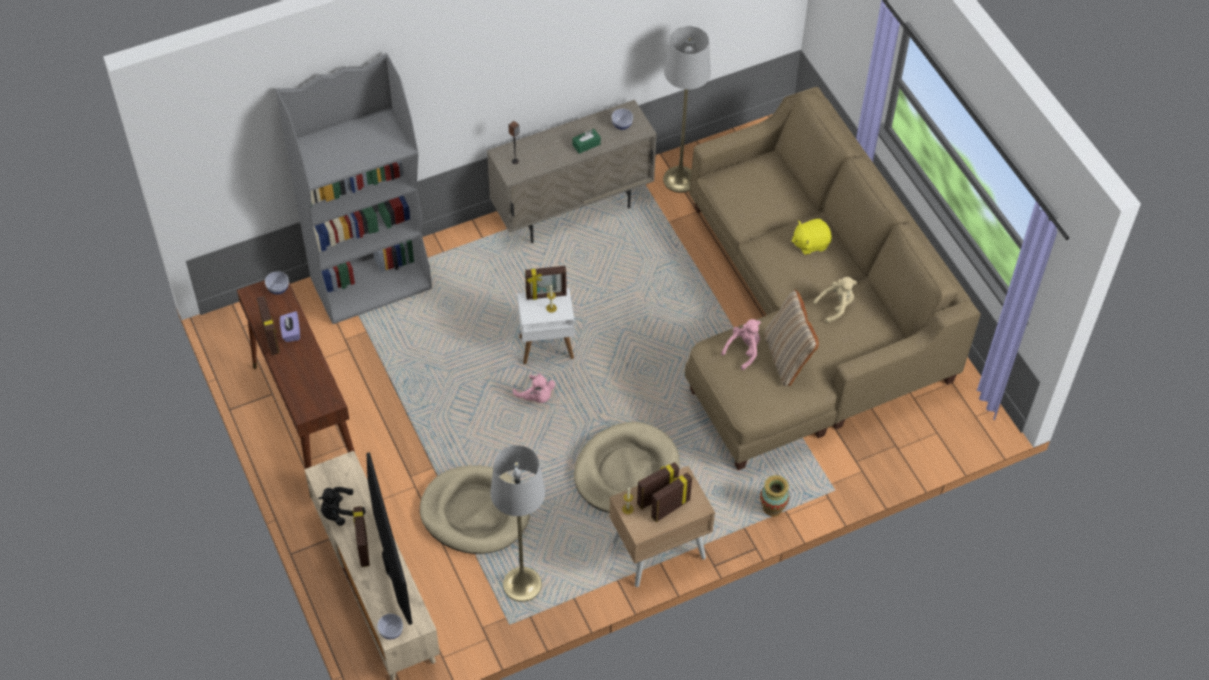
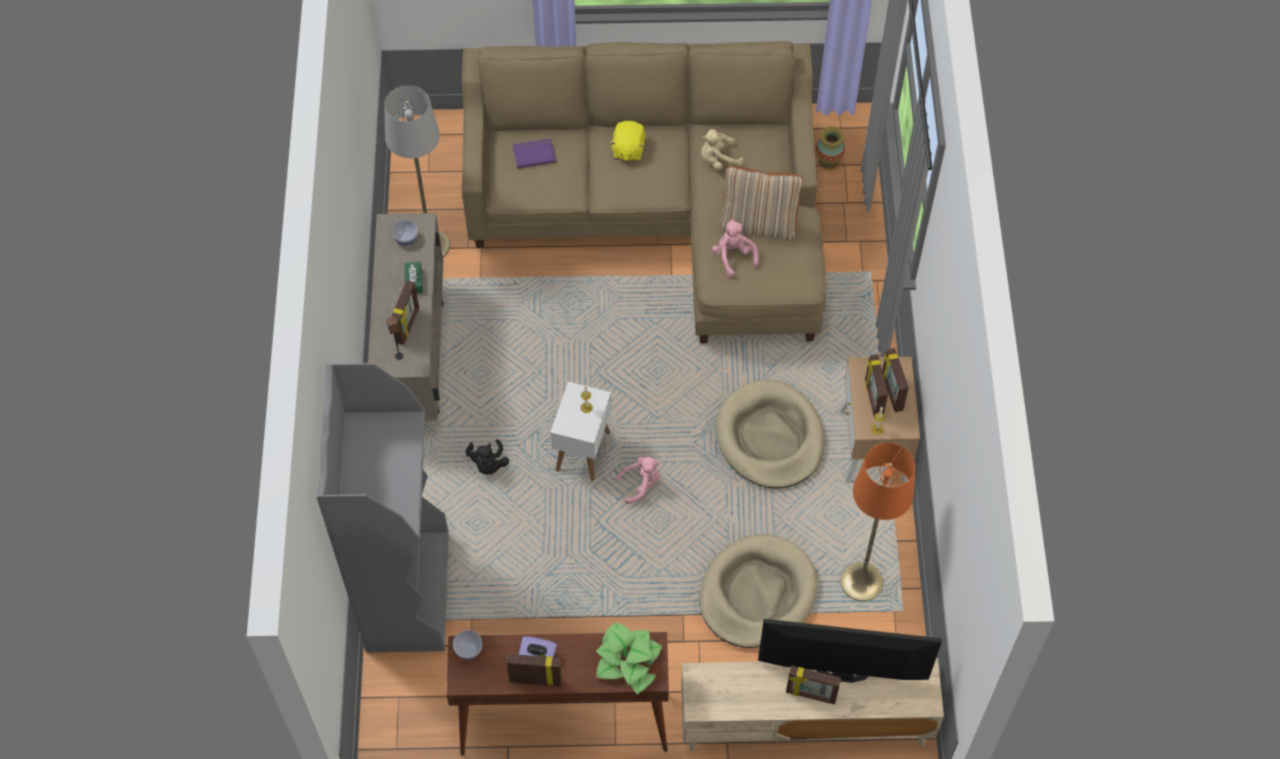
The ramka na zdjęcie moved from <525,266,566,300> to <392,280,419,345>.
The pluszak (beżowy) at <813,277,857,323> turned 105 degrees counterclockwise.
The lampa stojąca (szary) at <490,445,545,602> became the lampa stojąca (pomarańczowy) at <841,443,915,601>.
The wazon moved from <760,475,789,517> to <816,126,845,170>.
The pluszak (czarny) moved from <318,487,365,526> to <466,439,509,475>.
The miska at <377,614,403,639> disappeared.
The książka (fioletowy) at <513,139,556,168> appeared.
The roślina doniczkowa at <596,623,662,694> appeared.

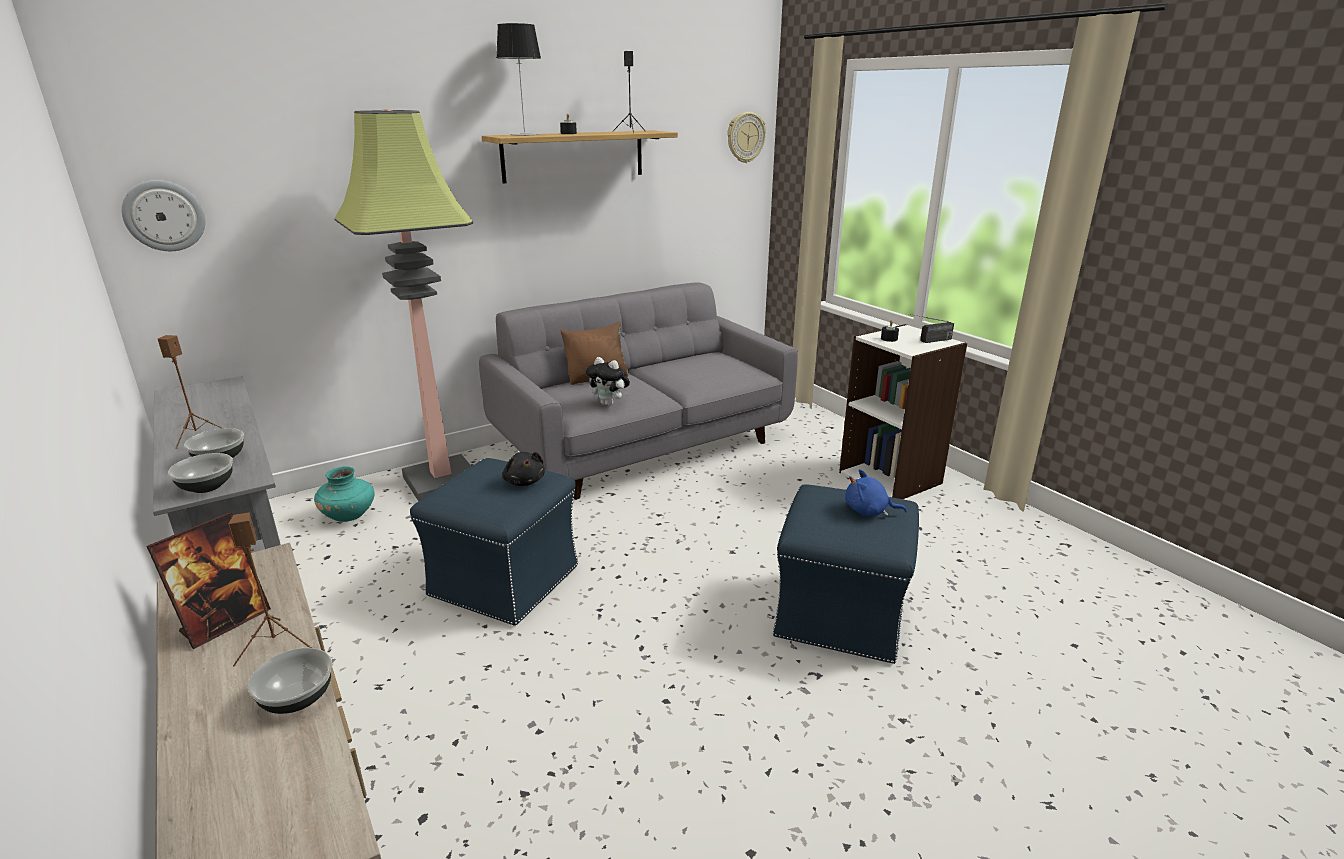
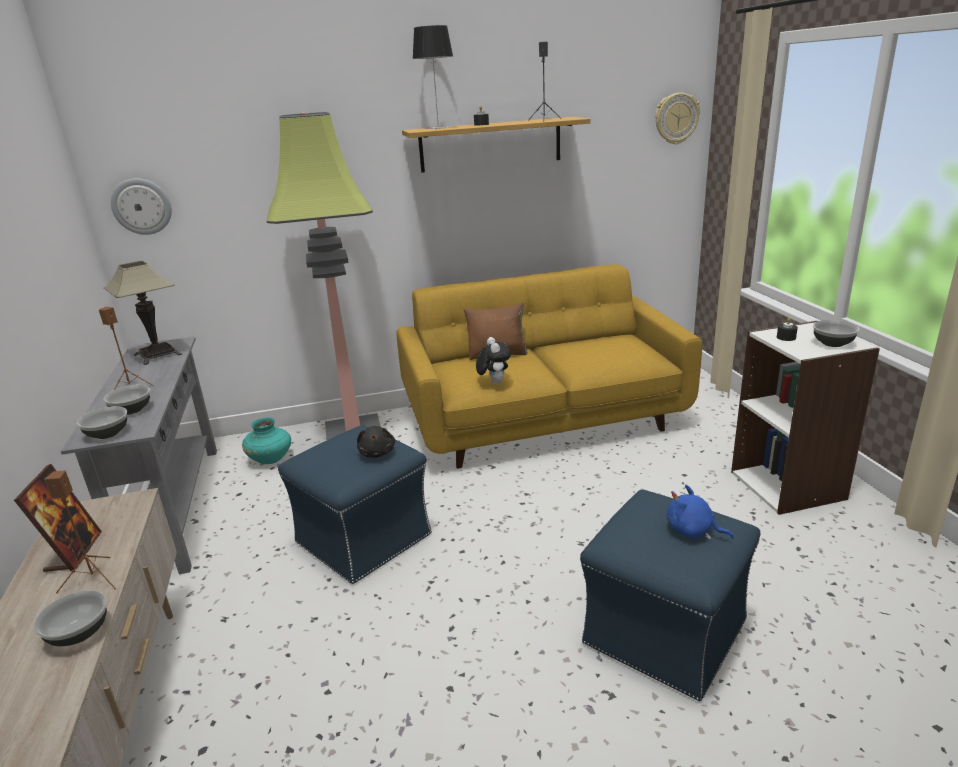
The kanapa (szary) at <479,283,798,500> became the kanapa (żółty) at <396,264,702,469>.
The radio at <910,314,954,343> was replaced by the miska at <813,320,860,347>.
The pluszak at <586,357,630,406> turned 150 degrees counterclockwise.
The ramka na zdjęcie at <147,513,271,649> turned 60 degrees counterclockwise.
The lampa stołowa at <104,261,182,365> appeared.

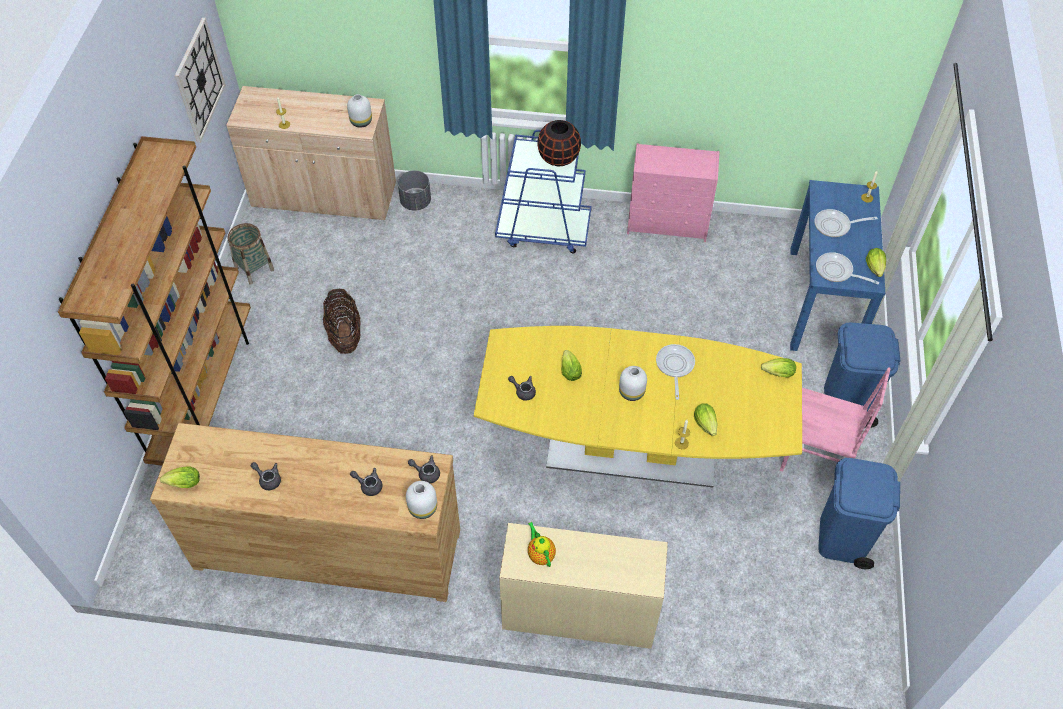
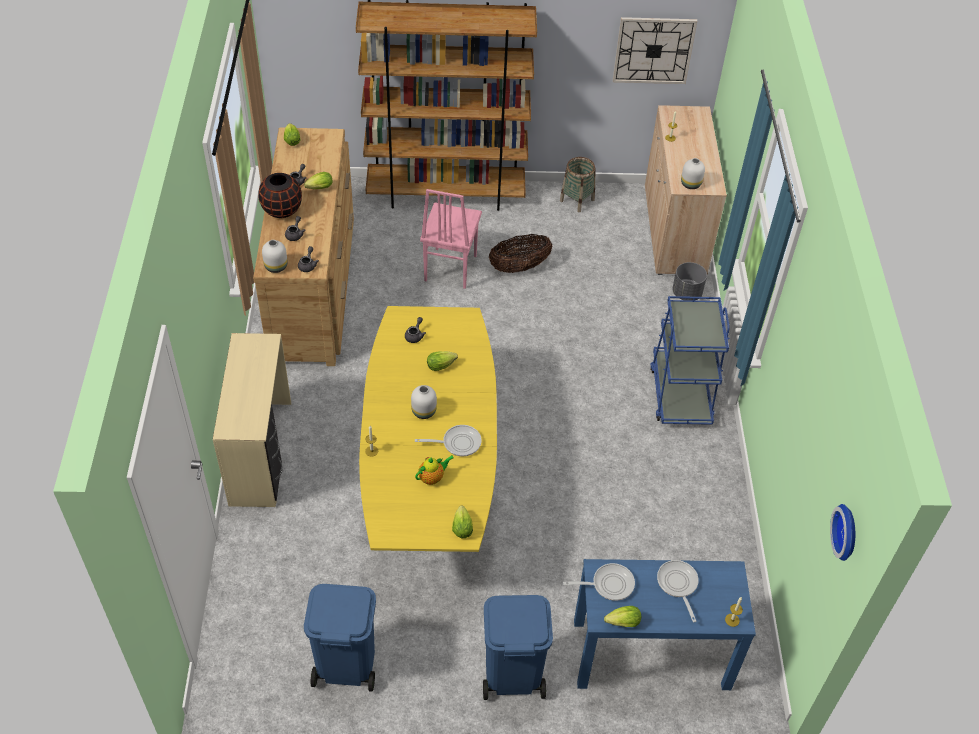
The wazon (czarny) moved from <537,120,581,166> to <258,173,302,218>.
The komoda (różowy) at <627,143,719,242> disappeared.
The patelnia at <816,252,879,284> turned 60 degrees clockwise.
The krzesło (różowy) moved from <780,367,891,472> to <420,189,482,289>.
The sałata moved from <694,403,718,436> to <304,172,333,189>.
The imbryk moved from <528,522,556,567> to <415,455,454,485>.
The zegar ścienny at <830,504,855,561> appeared.

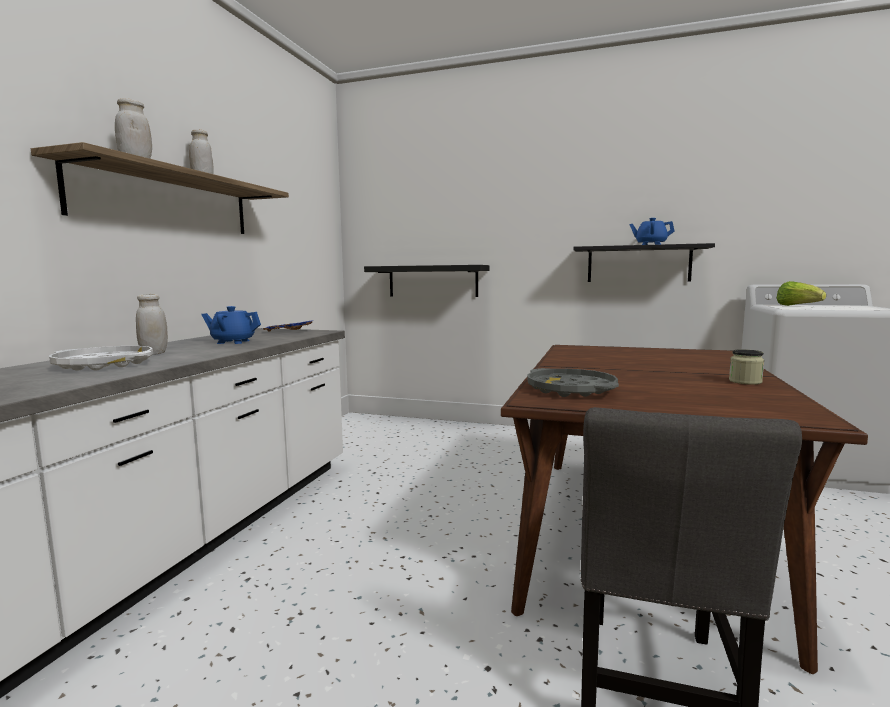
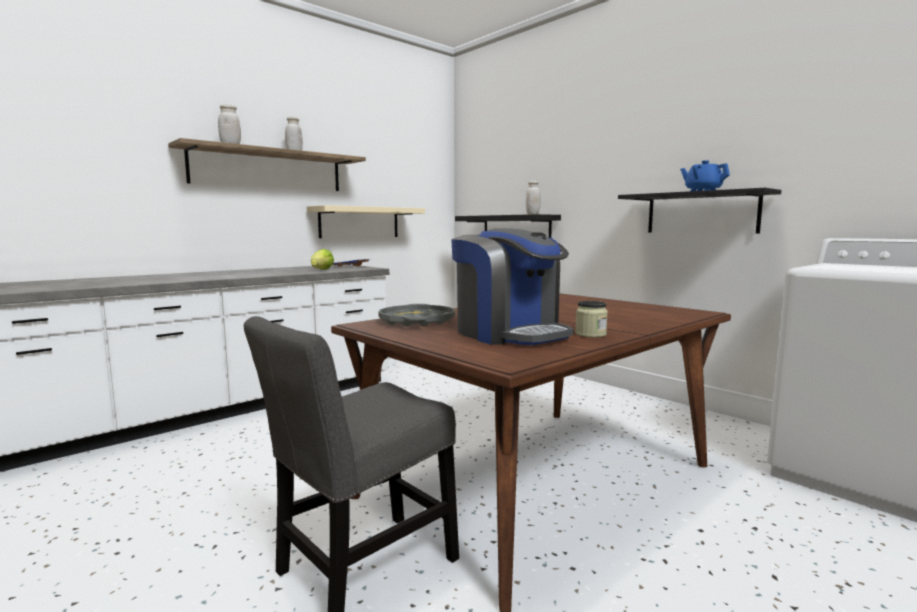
The sałata moved from <777,281,826,306> to <311,249,334,270>.
The słoik (biały) moved from <136,294,168,355> to <526,181,541,214>.
The imbryk (niebieski) at <201,306,261,344> disappeared.
The taca (biały) at <49,346,153,371> disappeared.
The półka (beżowy) at <307,205,425,238> appeared.
The ekspres do kawy at <451,228,574,345> appeared.

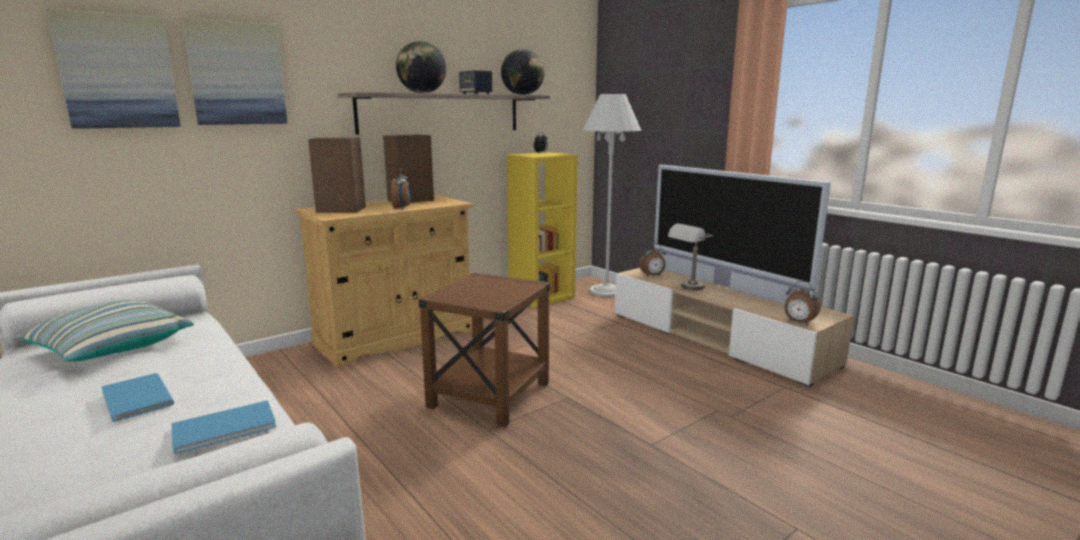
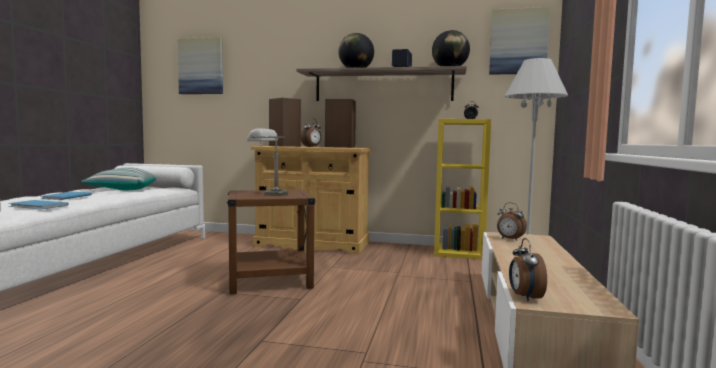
The obraz moved from <182,17,288,125> to <489,7,550,75>.
The telewizor at <654,165,831,305> disappeared.
The lampa stołowa (szary) moved from <668,224,713,290> to <247,128,288,196>.

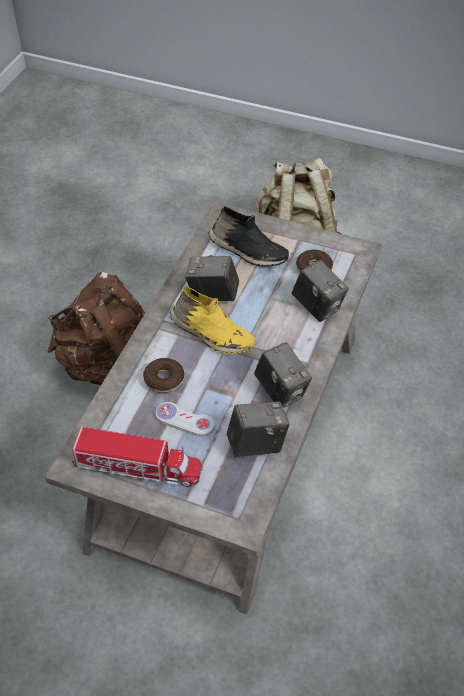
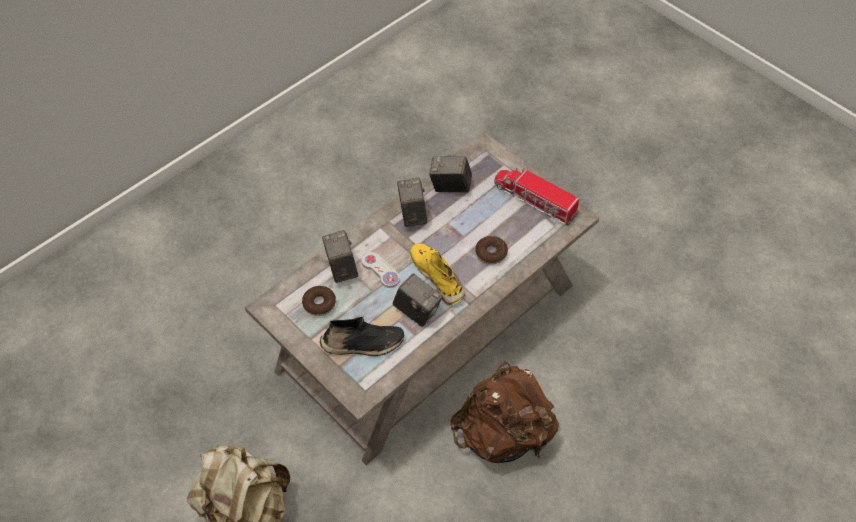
The but (czarny) at <208,206,289,267> turned 120 degrees clockwise.
The pad do gier (biały) moved from <155,402,215,437> to <361,252,400,288>.

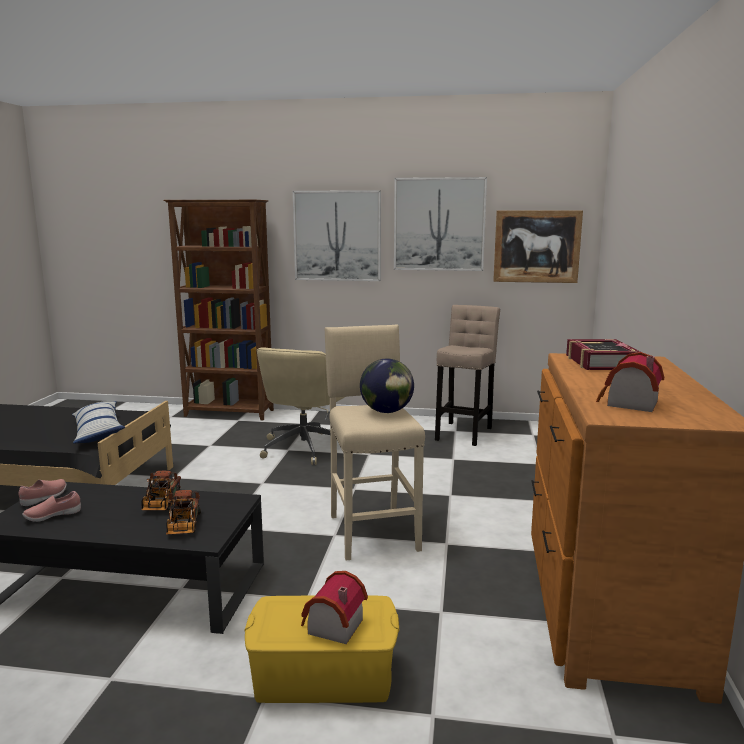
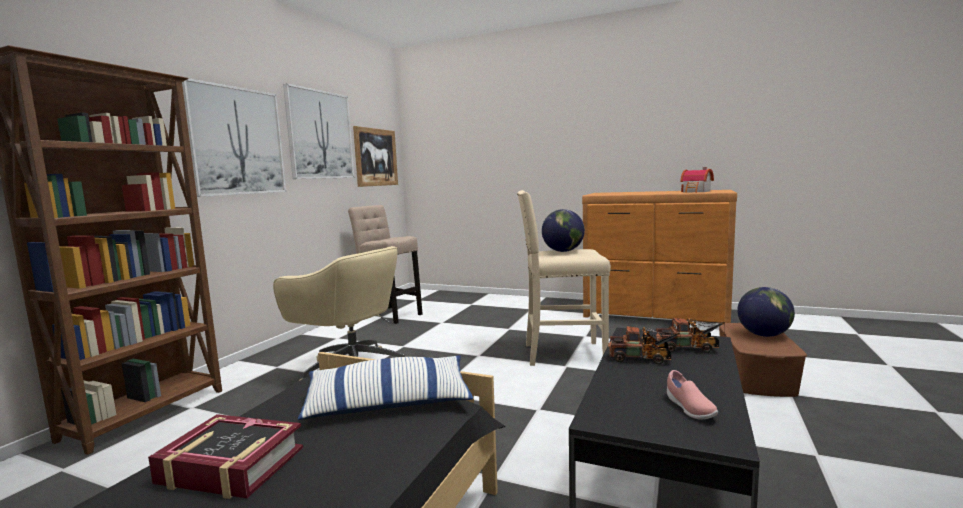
The książka moved from <566,339,640,370> to <148,414,303,499>.
The but (różowy) at <18,479,66,506> disappeared.
The domek at <301,571,368,644> was replaced by the globus at <737,287,795,337>.
The pojemnik do przechowywania (żółty) at <244,596,399,703> became the pojemnik do przechowywania (brązowy) at <719,323,807,397>.

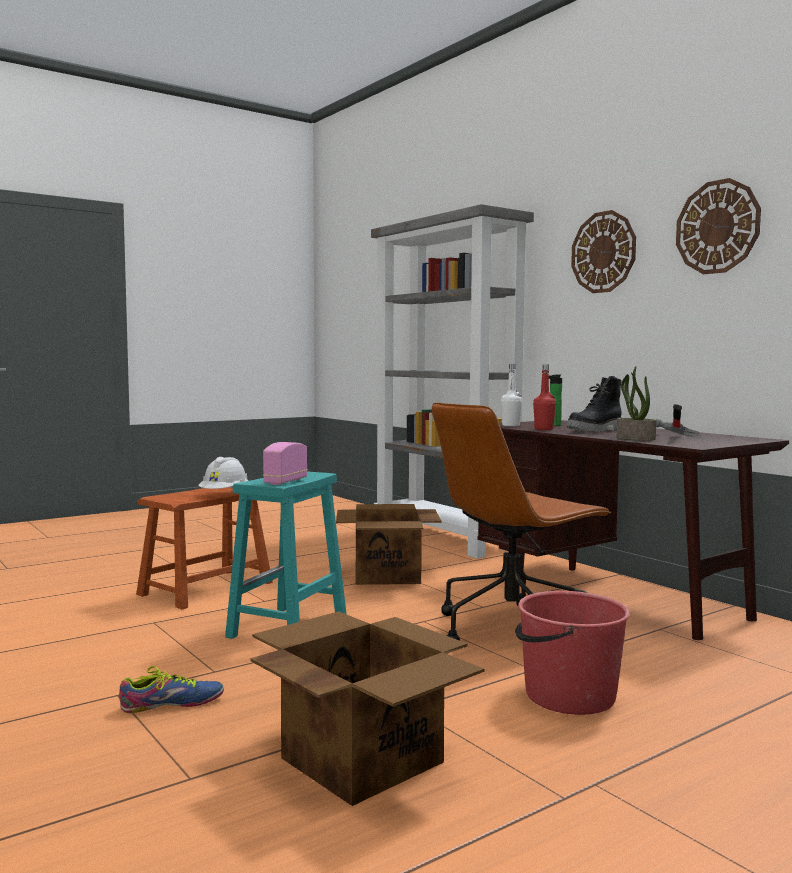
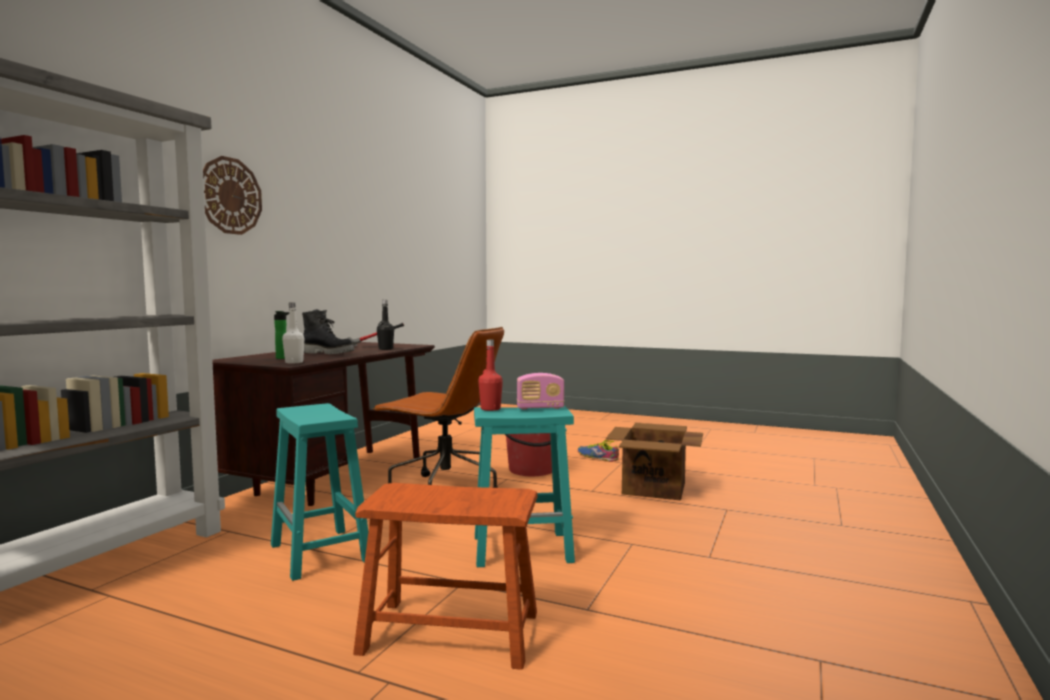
The zegar ścienny at <676,178,761,274> disappeared.
The butelka (czerwony) moved from <533,365,556,430> to <478,340,503,411>.
The roślina doniczkowa at <617,366,656,441> was replaced by the butelka (czarny) at <377,300,394,350>.
The kask (biały) at <198,457,248,489> disappeared.
The karton at <336,504,441,585> was replaced by the stołek (turkusowy) at <271,403,368,581>.
The but moved from <119,666,224,713> to <578,440,619,462>.

